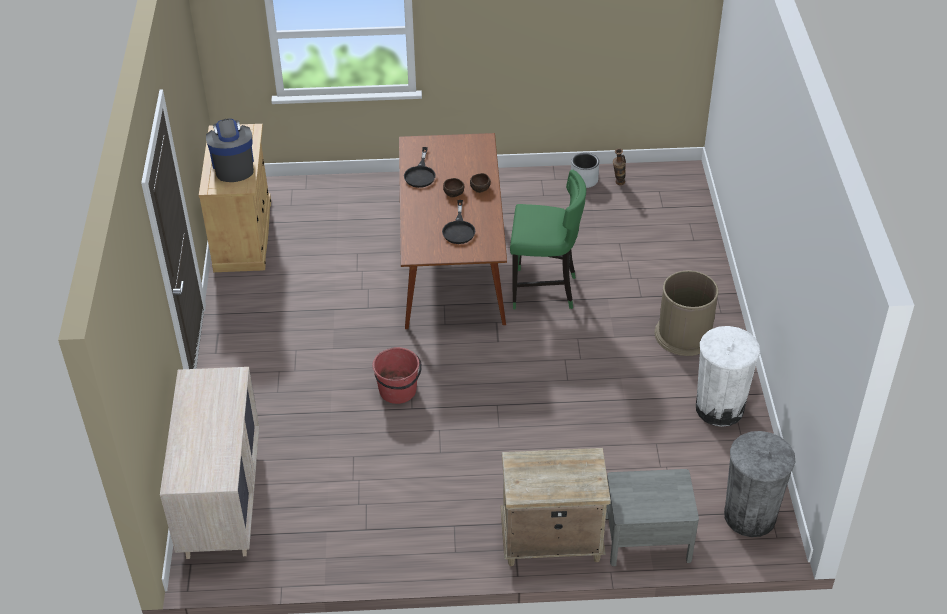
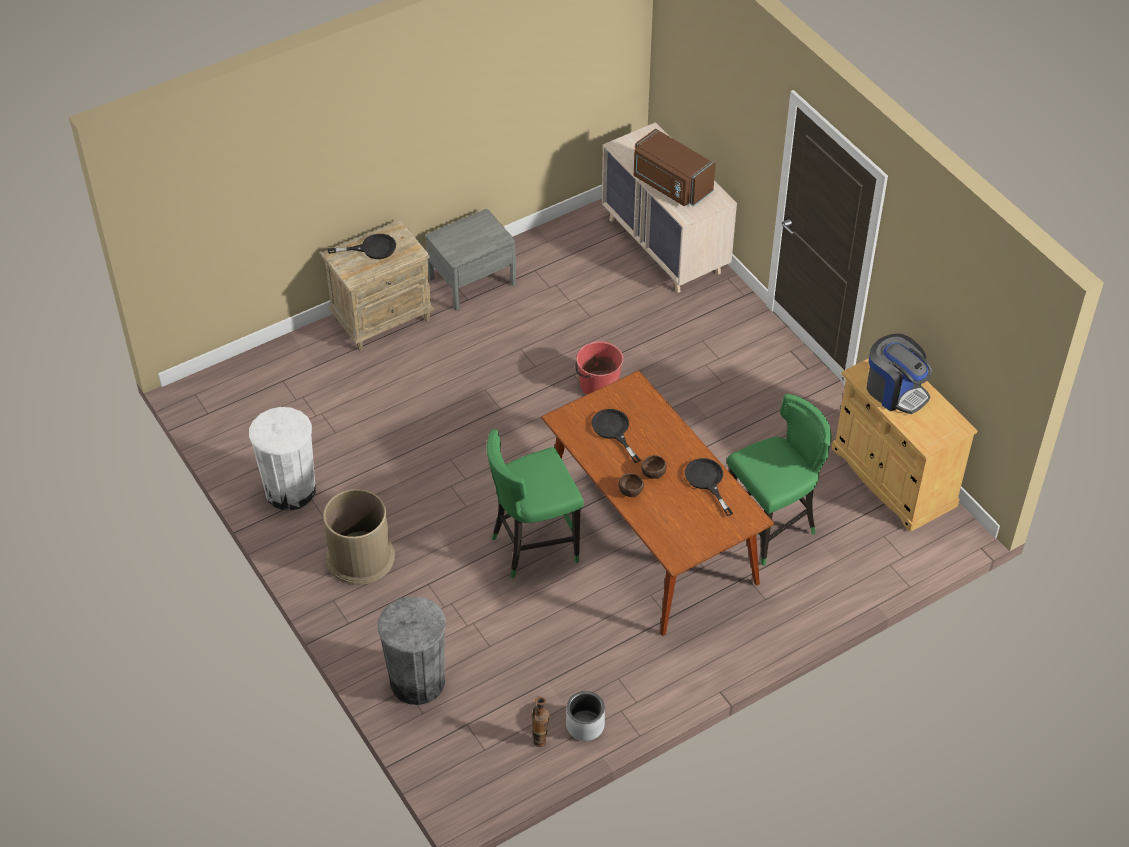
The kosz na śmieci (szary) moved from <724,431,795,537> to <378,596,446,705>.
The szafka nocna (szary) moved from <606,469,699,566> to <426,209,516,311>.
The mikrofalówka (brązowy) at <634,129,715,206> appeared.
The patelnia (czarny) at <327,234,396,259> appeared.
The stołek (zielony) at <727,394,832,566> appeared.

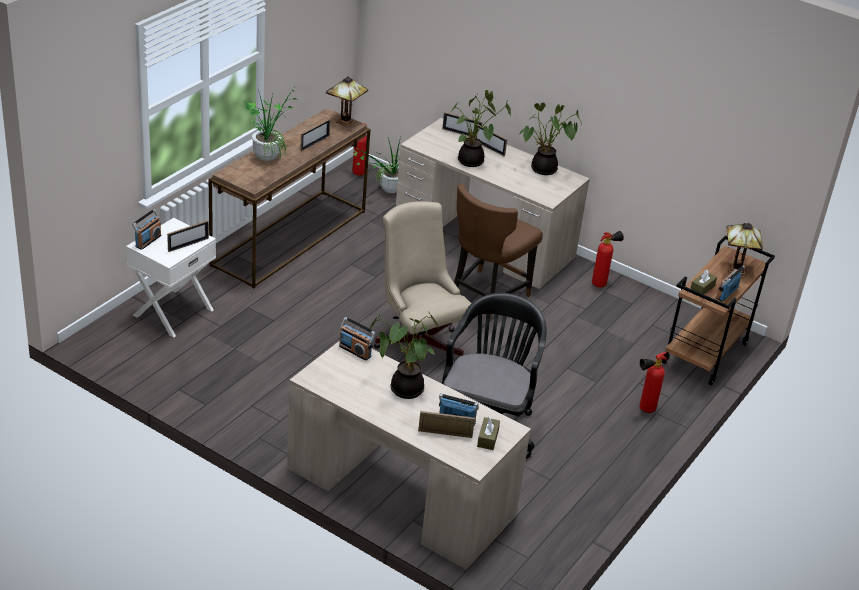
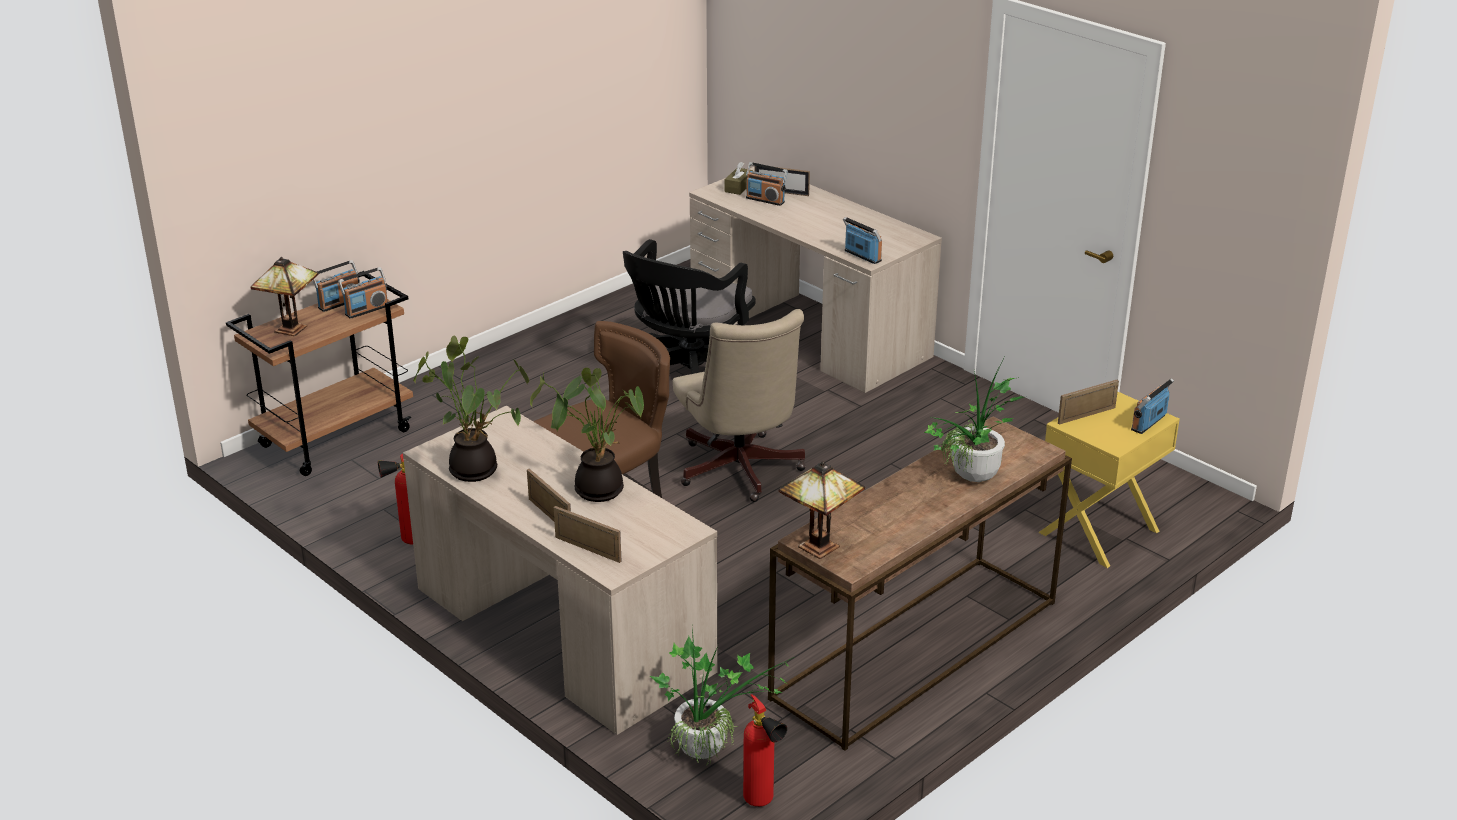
The ramka na zdjęcie at <300,119,330,151> disappeared.
The szafka nocna (biały) at <126,218,216,337> became the szafka nocna (żółty) at <1038,392,1180,568>.
The pudełko chusteczek (brązowy) at <690,270,717,295> was replaced by the radio at <338,267,388,319>.
The roślina doniczkowa at <370,311,439,399> disappeared.
The gaśnica at <639,352,667,413> disappeared.

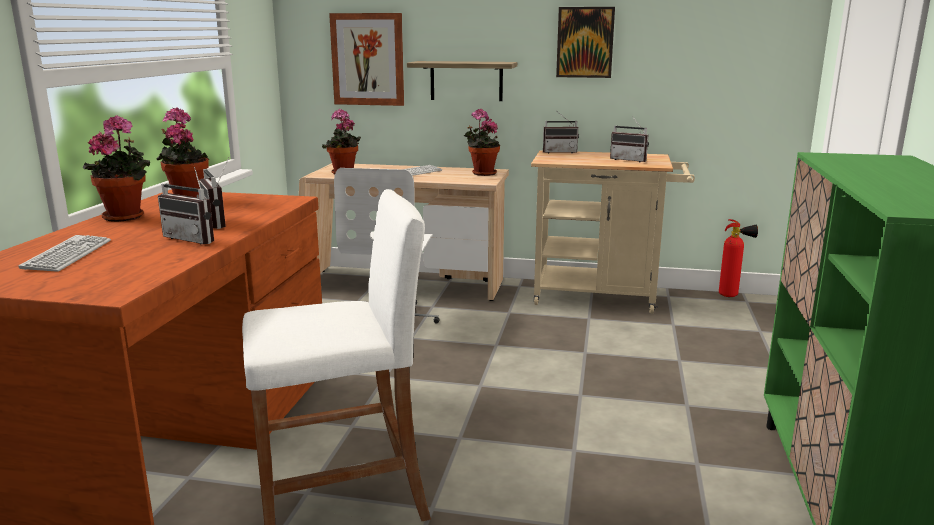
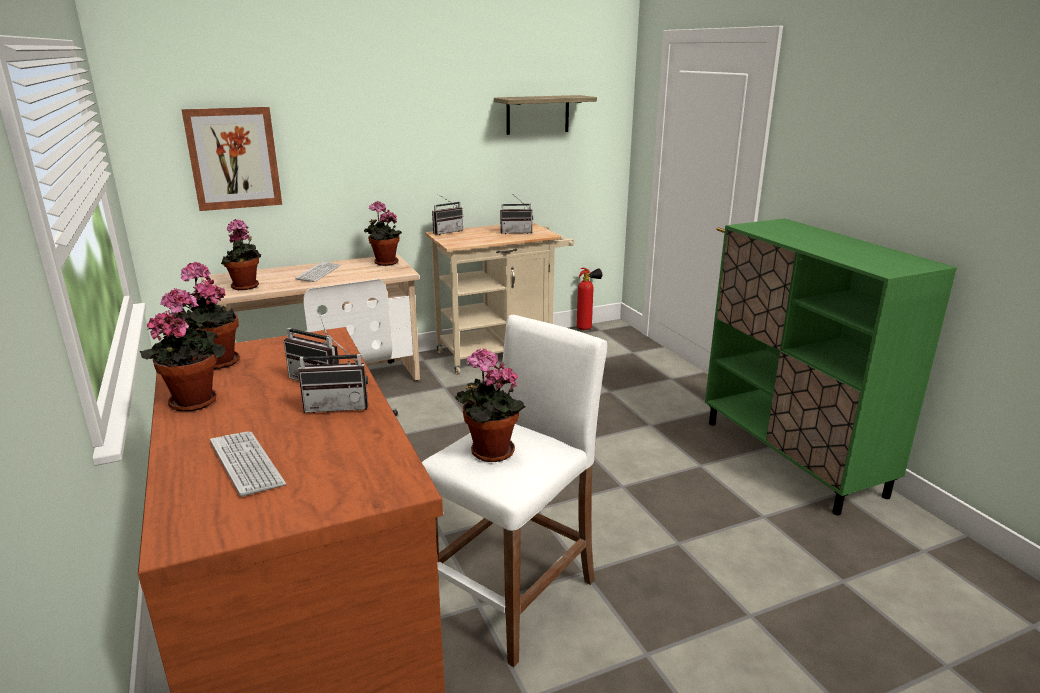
The obraz at <556,7,615,78> disappeared.
The półka moved from <407,61,517,101> to <494,95,597,135>.
The roślina doniczkowa at <455,348,525,462> appeared.

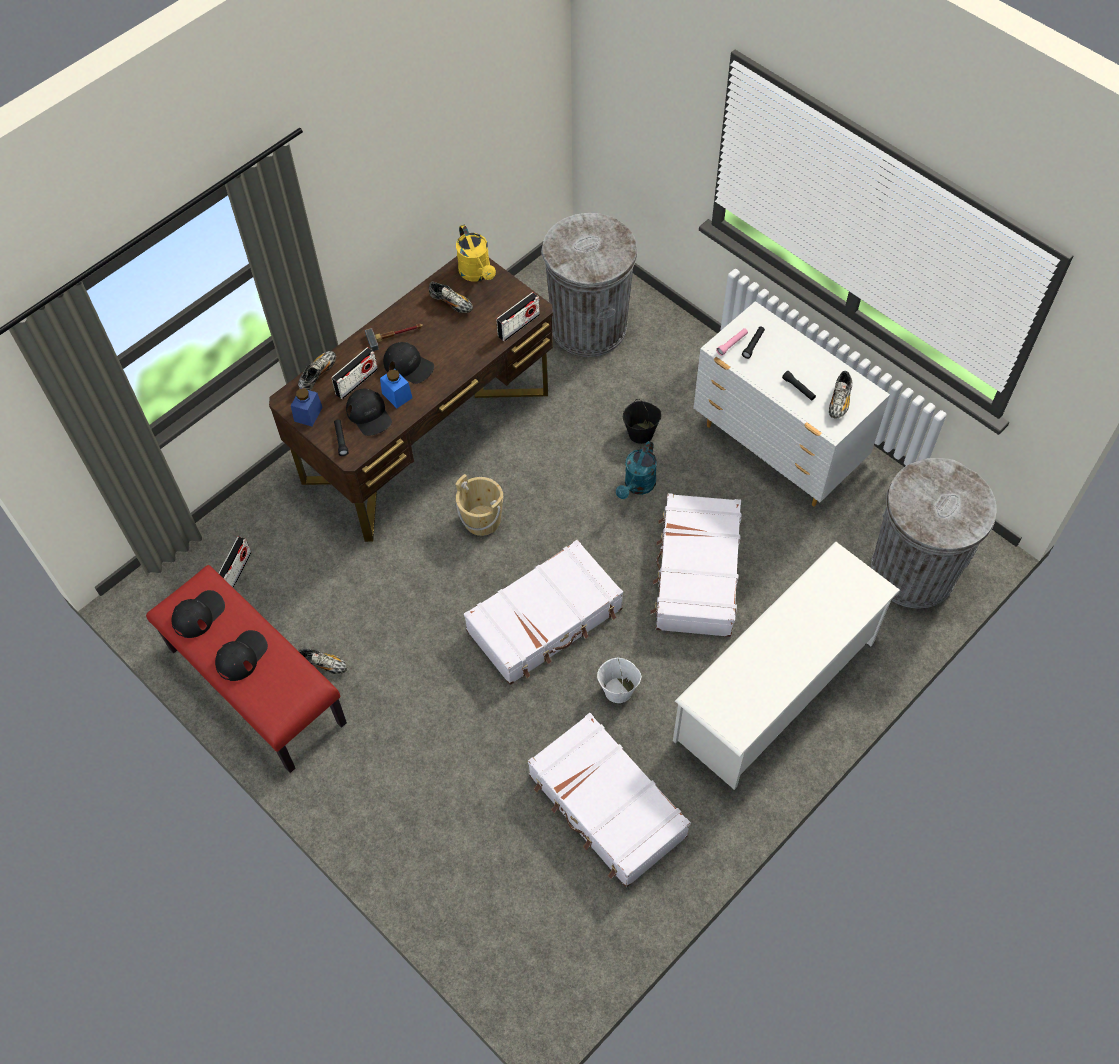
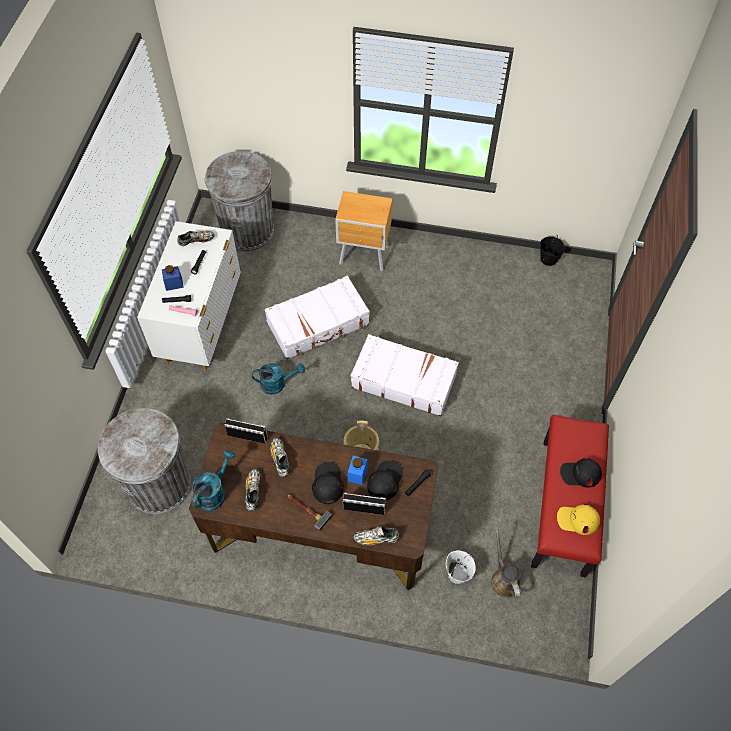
The konewka (żółty) at <456,225,496,282> became the konewka (turkusowy) at <191,450,235,511>.
The słoik (niebieski) moved from <291,388,323,427> to <162,265,184,291>.
The wiadro (czarny) moved from <623,399,661,444> to <540,235,565,266>.
The radio at <218,537,252,588> was replaced by the konewka (brązowy) at <491,529,521,598>.
The regał na buty (biały) at <673,542,900,790> was replaced by the szafka nocna (brązowy) at <335,191,392,271>.
The czapka z daszkiem (czarny) at <172,590,225,638> became the czapka z daszkiem (żółty) at <557,504,600,535>.
The but moved from <298,649,347,674> to <270,437,290,477>.
The wiadro (biały) moved from <597,657,642,703> to <446,550,476,584>.
The walizka (biały) at <528,713,691,888> disappeared.

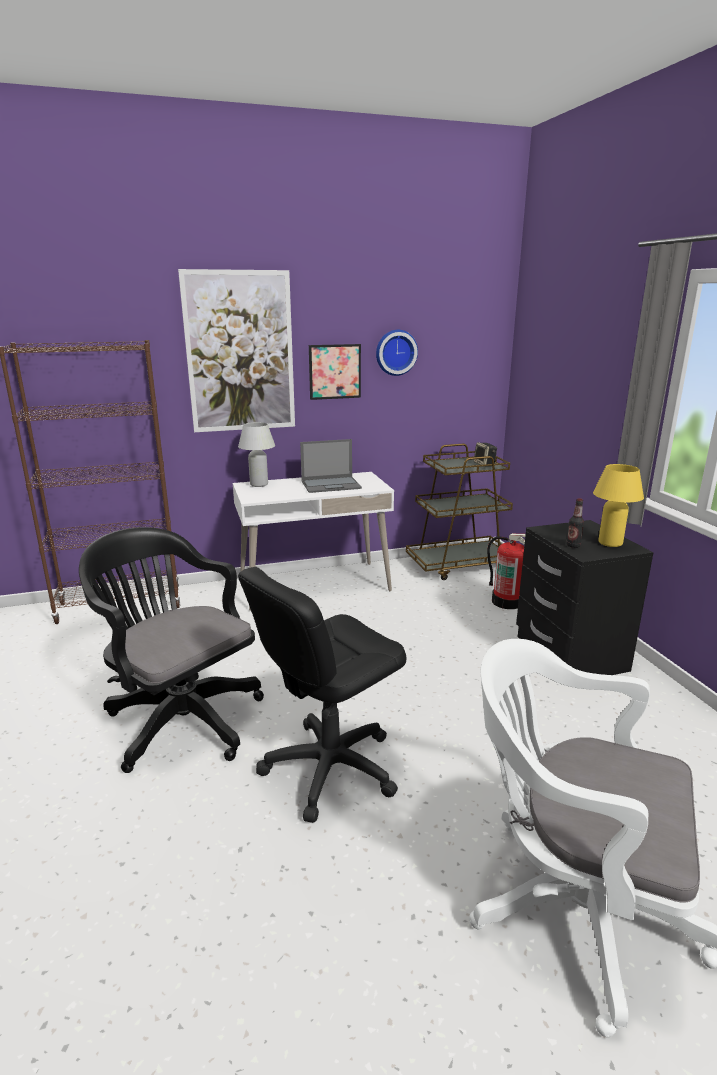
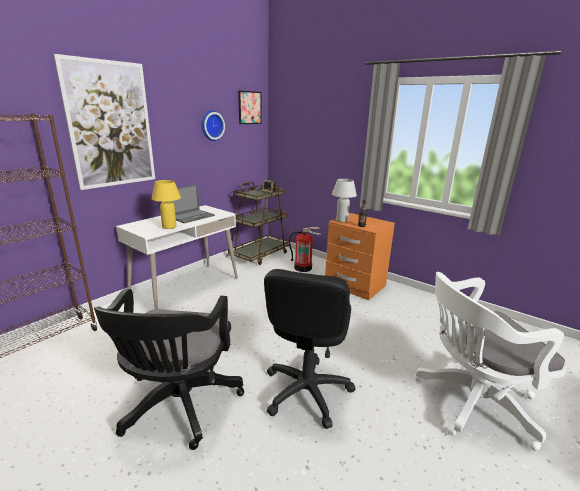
The obraz moved from <309,344,361,400> to <238,90,262,124>.
The lampa stołowa (biały) moved from <238,422,275,487> to <332,179,357,222>.
The lampa stołowa (żółty) moved from <593,464,644,547> to <152,180,181,229>.
The szafka nocna (czarny) at <516,520,654,675> became the szafka nocna (pomarańczowy) at <325,213,395,300>.
The krzesło biurowe (czarny) at <79,527,264,773> turned 90 degrees counterclockwise.

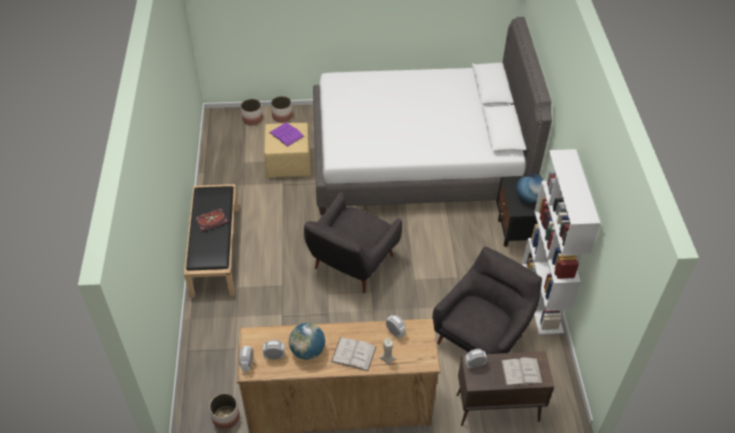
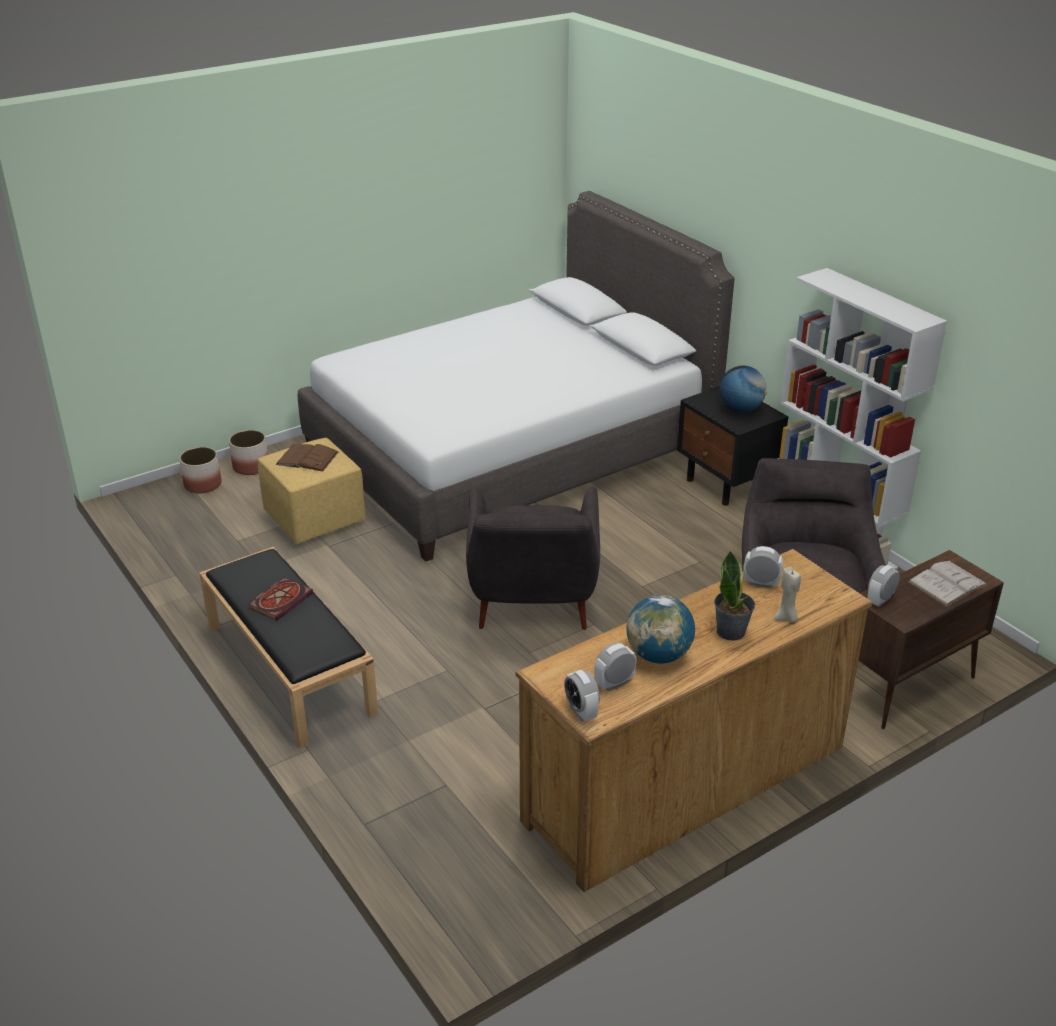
The książka (fioletowy) at <269,122,304,147> became the książka (brązowy) at <275,444,339,472>.
The książka (biały) at <331,337,376,371> was replaced by the roślina doniczkowa at <714,550,755,640>.
The donica at <209,393,240,429> disappeared.

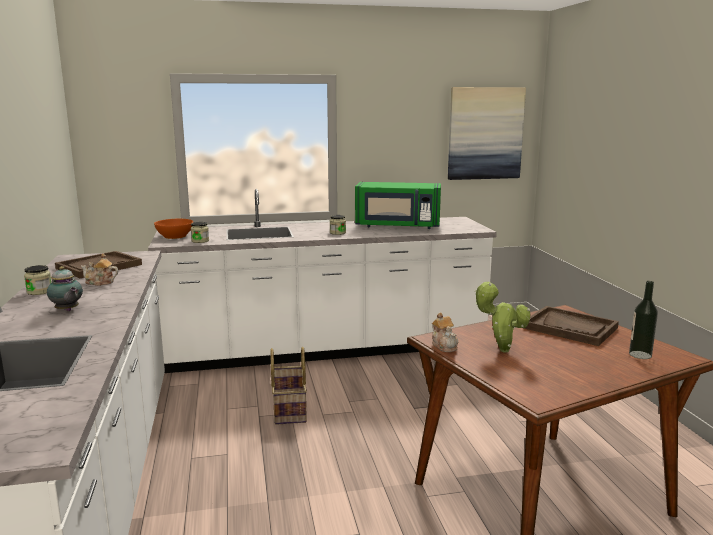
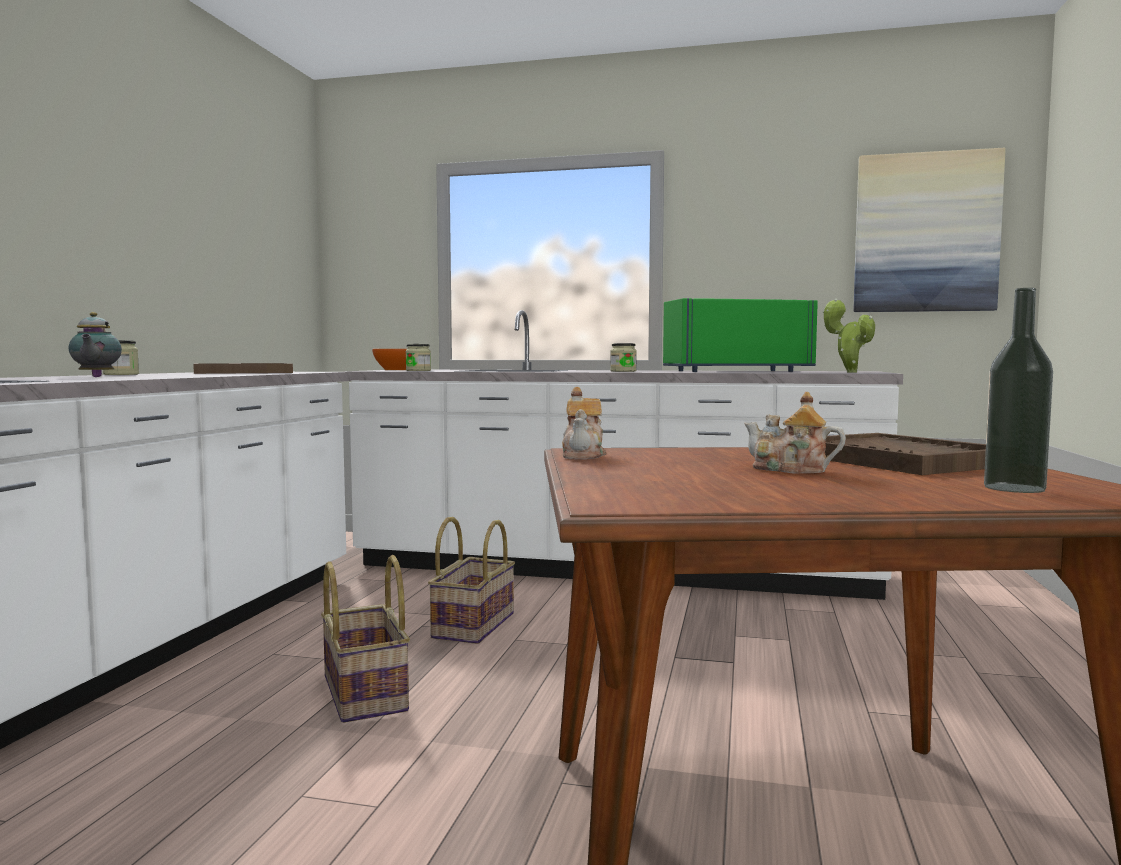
The mikrofalówka (zielony) at <355,182,441,229> turned 135 degrees clockwise.
The imbryk moved from <81,253,118,286> to <744,392,846,474>.
The roślina doniczkowa moved from <475,282,531,352> to <823,299,875,373>.
The koszyk at <321,555,410,723> appeared.

